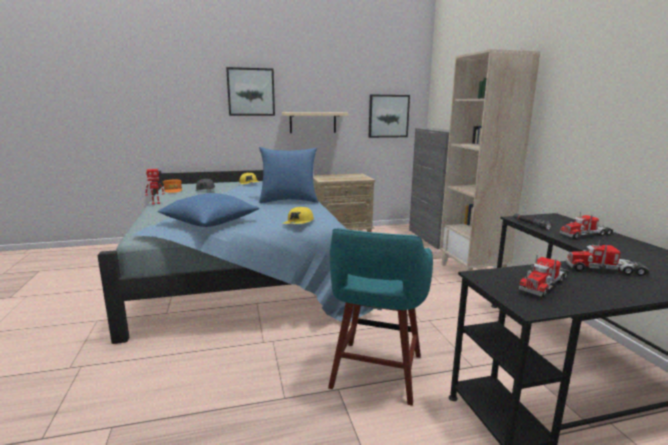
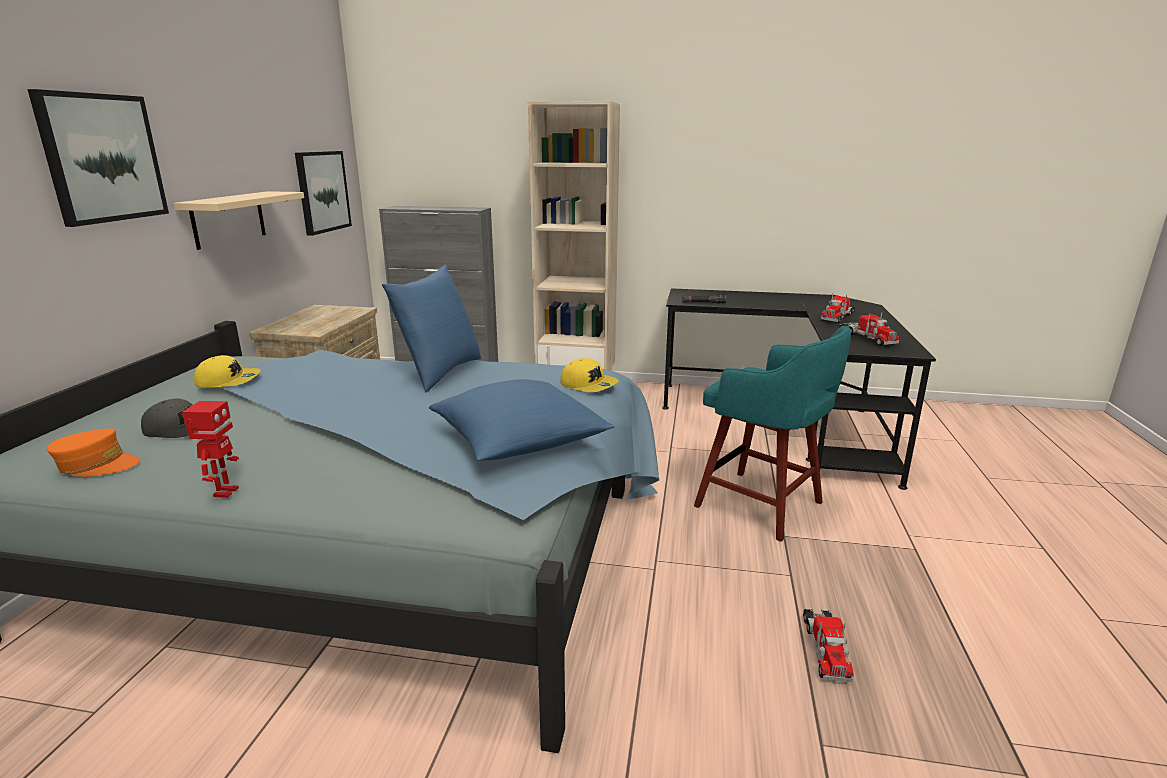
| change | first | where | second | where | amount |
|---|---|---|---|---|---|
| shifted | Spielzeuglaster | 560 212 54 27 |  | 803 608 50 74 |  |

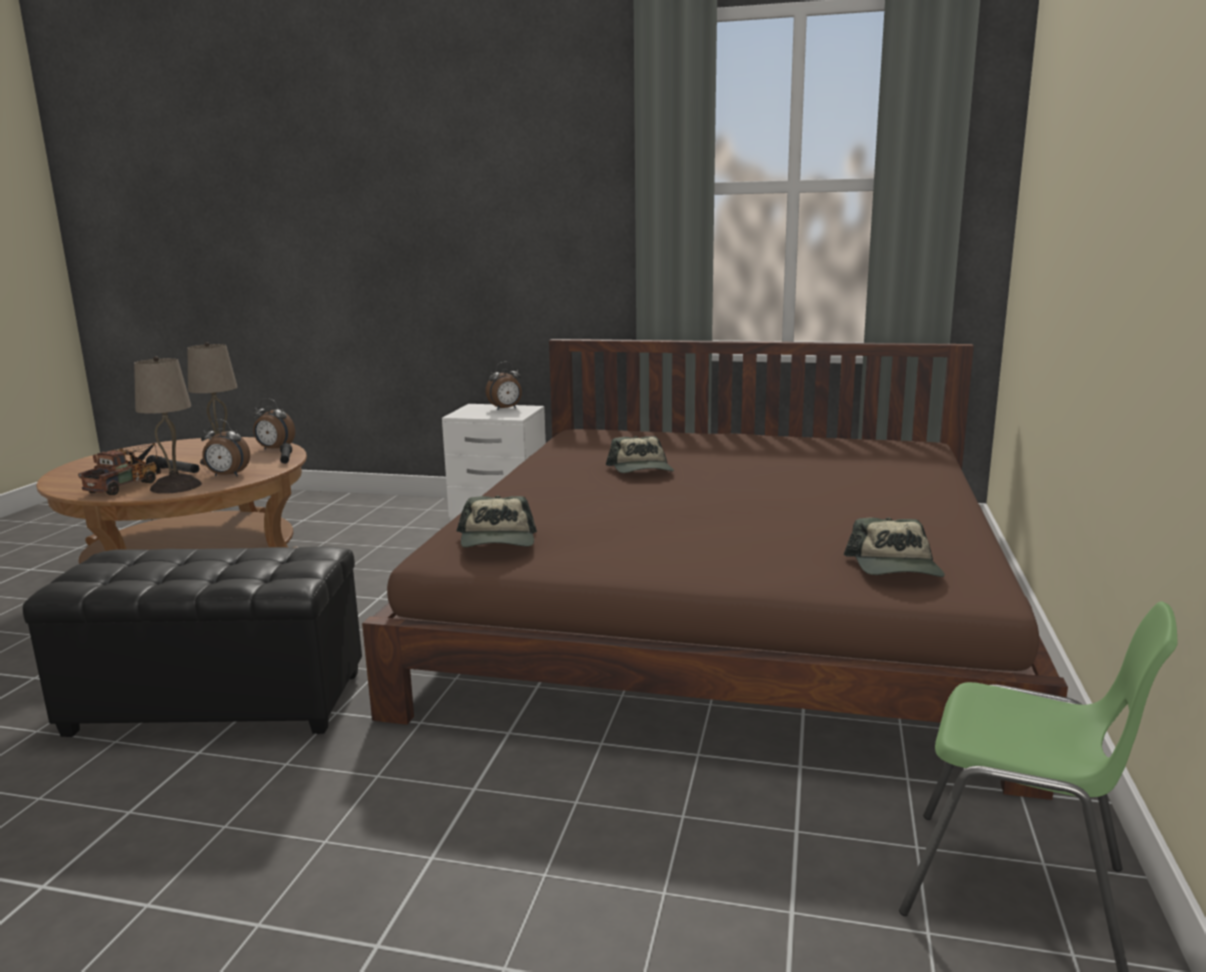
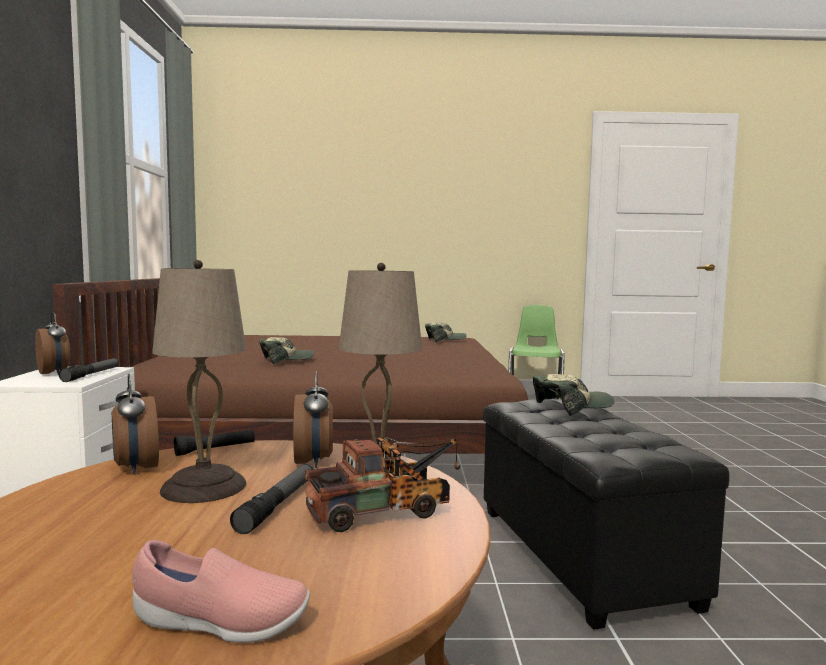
| change | first | where | second | where | amount |
|---|---|---|---|---|---|
| rotated | Spielzeuglaster | 78 443 83 52 |  | 305 437 155 95 | 150 degrees clockwise |
| rotated | Wecker | 253 398 42 51 |  | 112 374 47 101 | 150 degrees clockwise |
| shifted | Kappe | 457 496 80 51 |  | 533 374 81 42 |  |
| new |  |  | Taschenlampe | 59 358 60 24 |  |
| new |  |  | Schuh (rosa) | 132 540 178 103 |  |

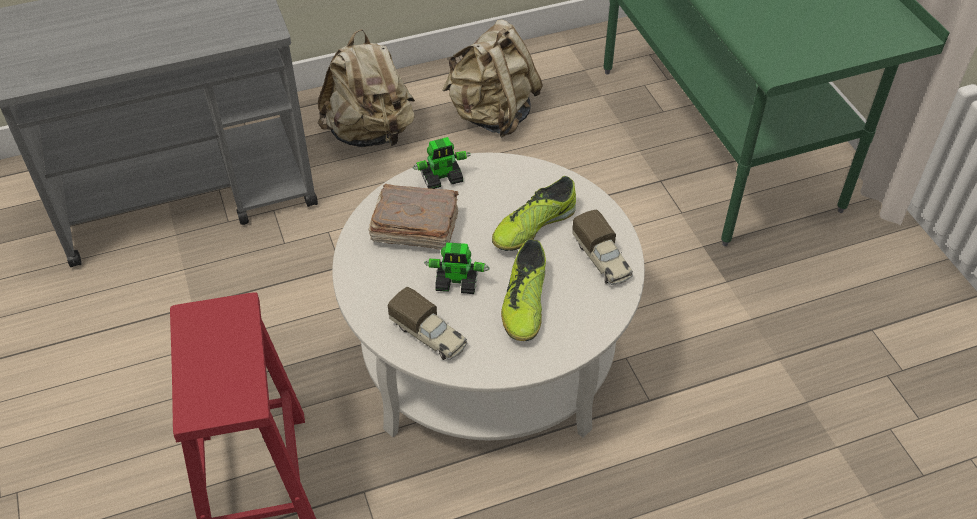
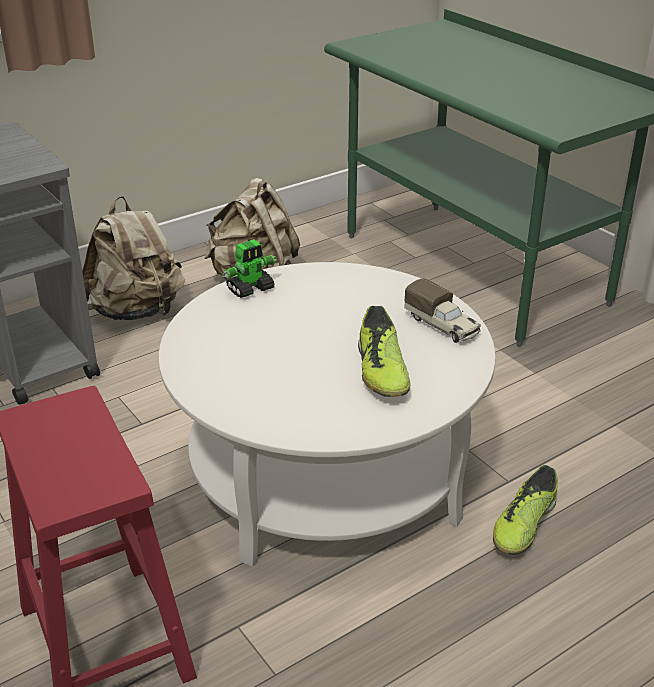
| change | first | where | second | where | amount |
|---|---|---|---|---|---|
| gone | Buch (braun) | 369 184 90 66 |  |  |  |
| gone | Spielzeuglaster | 388 287 79 73 |  |  |  |
| gone | Spielzeugroboter | 424 242 66 52 |  |  |  |
| shifted | Schuh | 492 176 84 75 |  | 493 465 65 90 |  |

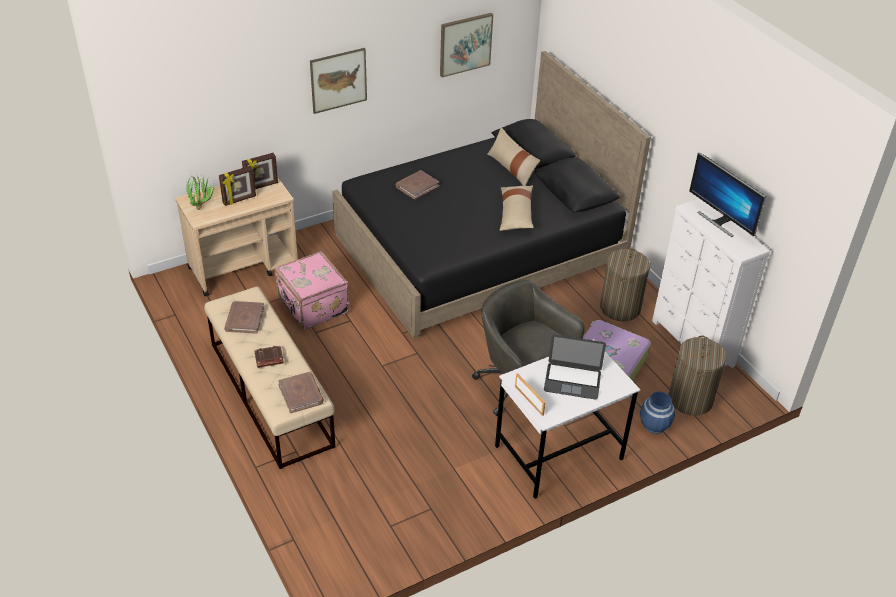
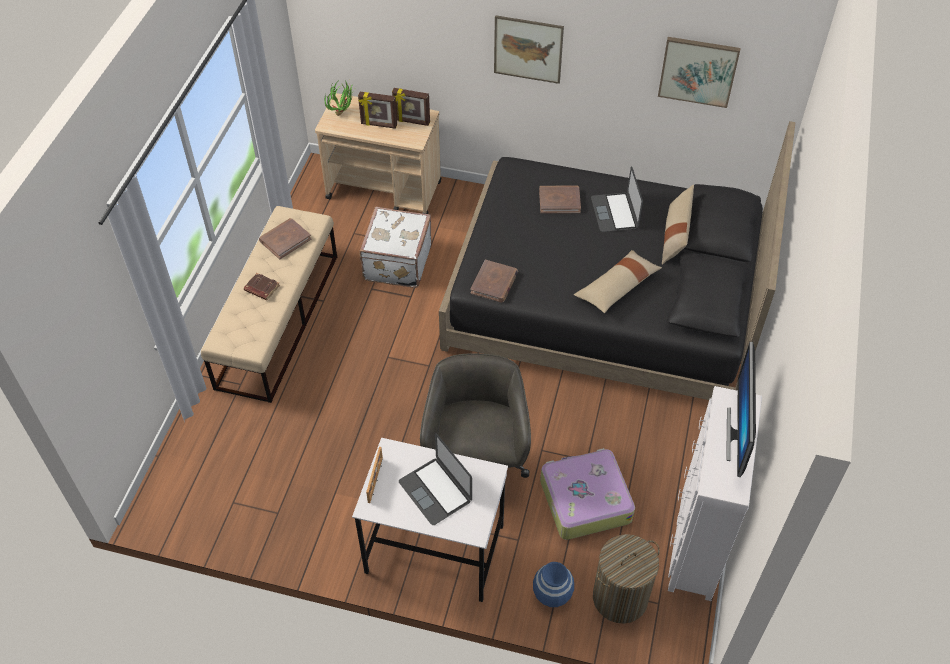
| change | first | where | second | where | amount |
|---|---|---|---|---|---|
| repainted | Koffer (rosa) | 274 251 76 78 | Koffer (weiß) | 359 207 73 81 |  |
| shifted | Buch (braun) | 278 372 46 41 |  | 470 260 48 43 |  |
| gone | Wäschekorb | 600 248 50 73 |  |  |  |
| new |  |  | Laptop | 591 166 52 66 |  |

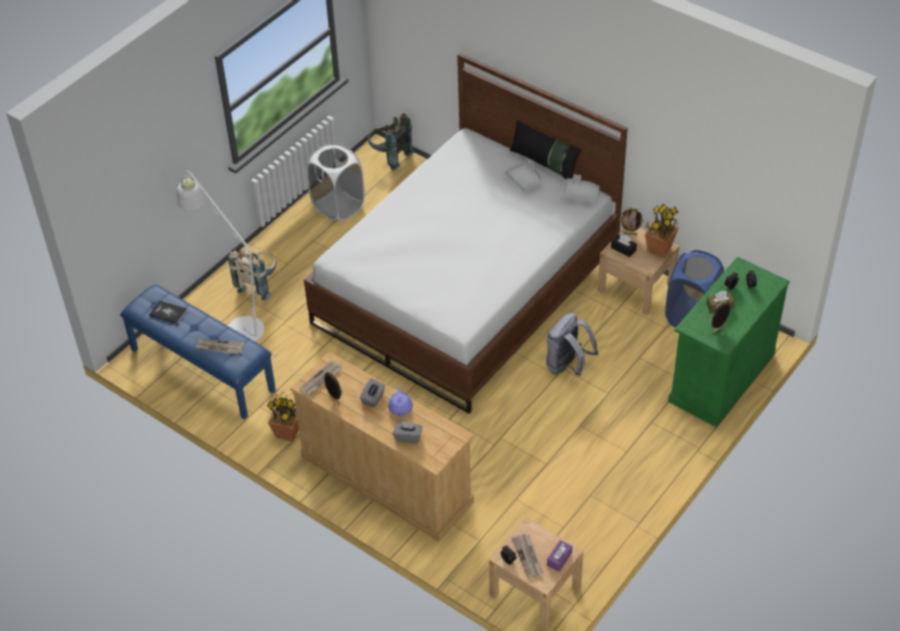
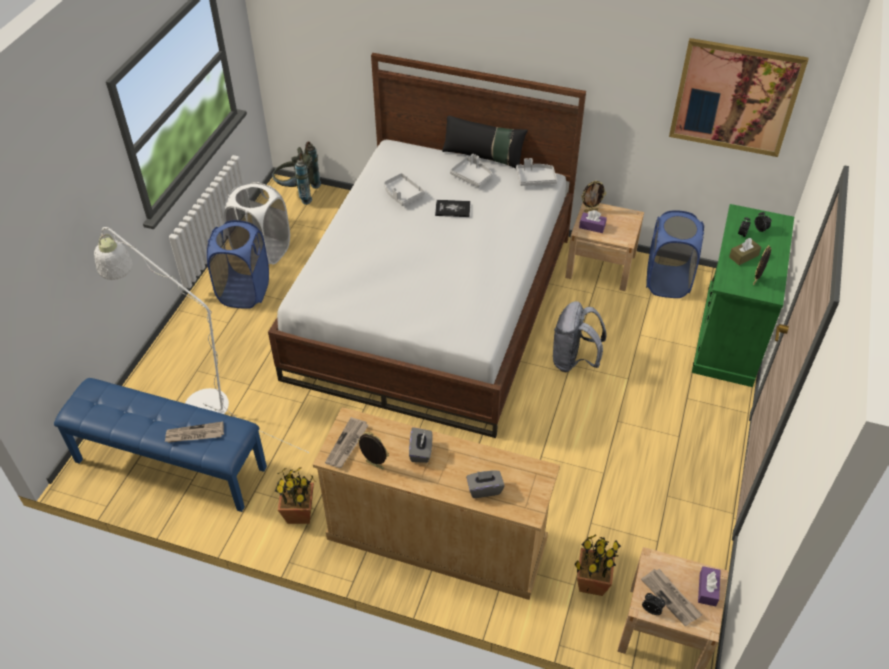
| change | first | where | second | where | amount |
|---|---|---|---|---|---|
| shifted | Buch | 149 300 38 24 |  | 435 200 35 17 |  |
| gone | Rucksack (beige) | 228 248 48 52 |  |  |  |
| gone | Teekanne (lila) | 388 387 25 30 |  |  |  |
| repainted | Taschentuchbox (schwarz) | 611 234 26 23 | Taschentuchbox (lila) | 579 210 28 23 |  |
| shifted | Topfpflanze | 645 204 34 53 |  | 574 535 47 61 |  |
| new |  |  | Wäschekorb (blau) | 207 220 62 89 |  |
| new |  |  | Tablett (grau) | 384 173 41 33 |  |
| new |  |  | Bild | 669 38 140 119 |  |

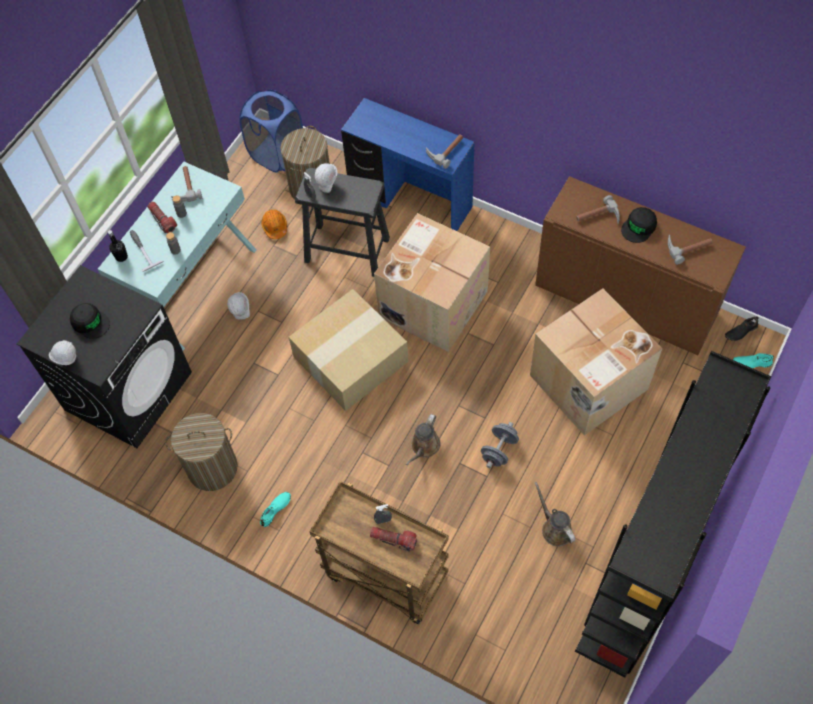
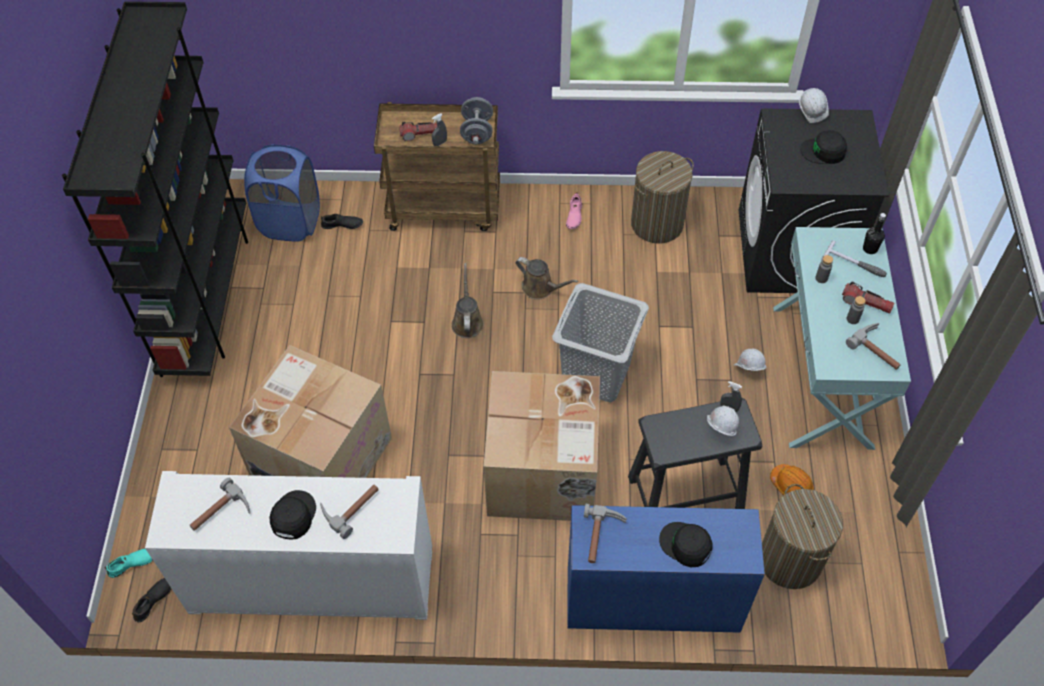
| change | first | where | second | where | amount |
|---|---|---|---|---|---|
| shifted | Wäschekorb (blau) | 239 90 64 83 |  | 244 144 76 98 |  |
| repainted | Schuh (türkis) | 260 492 31 35 | Schuh (rosa) | 566 193 16 36 |  |
| swapped | Karton | 289 289 120 122 | Wäschekorb (grau) | 552 283 97 119 |  |
| shifted | Hantel (grau) | 481 422 38 46 |  | 460 97 33 47 |  |
| repainted | Schrank (braun) | 535 176 211 179 | Schrank (weiß) | 145 471 287 149 |  |
| shifted | Gießkanne (braun) | 535 482 40 64 |  | 516 257 62 43 |  |
| new |  |  | Schuh (schwarz) | 321 214 42 15 |  |
| new |  |  | Kappe (schwarz) | 659 522 54 45 |  |

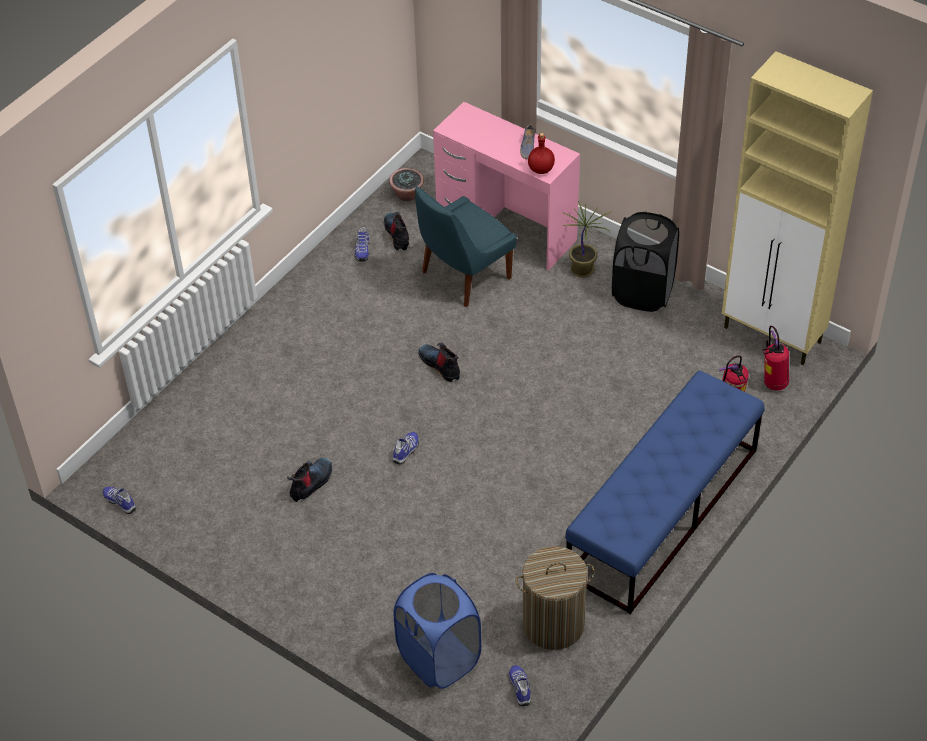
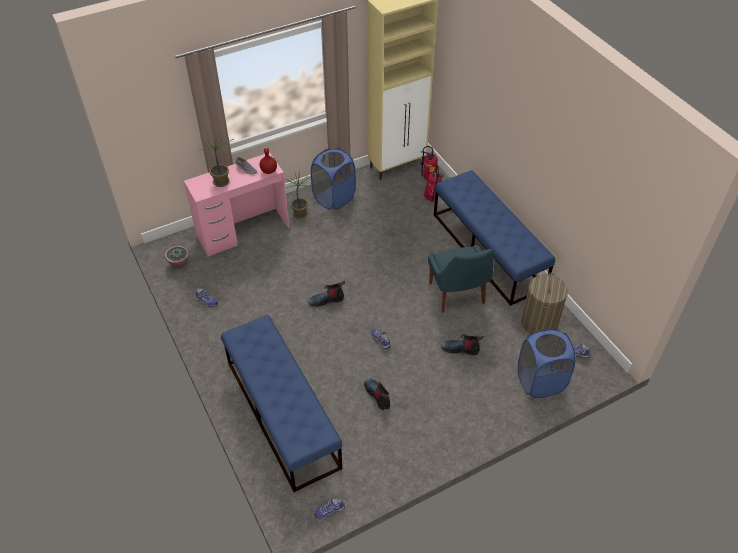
| change | first | where | second | where | amount |
|---|---|---|---|---|---|
| shifted | Stiefel | 384 212 25 39 |  | 441 334 43 21 |  |
| shifted | Stuhl (blau) | 415 187 102 120 |  | 428 245 65 68 |  |
| repainted | Wäschekorb (schwarz) | 612 212 67 100 | Wäschekorb (blau) | 311 148 45 62 |  |
| new |  |  | Topfpflanze | 198 134 36 53 |  |
| new |  |  | Bank (blau) | 221 315 121 177 |  |

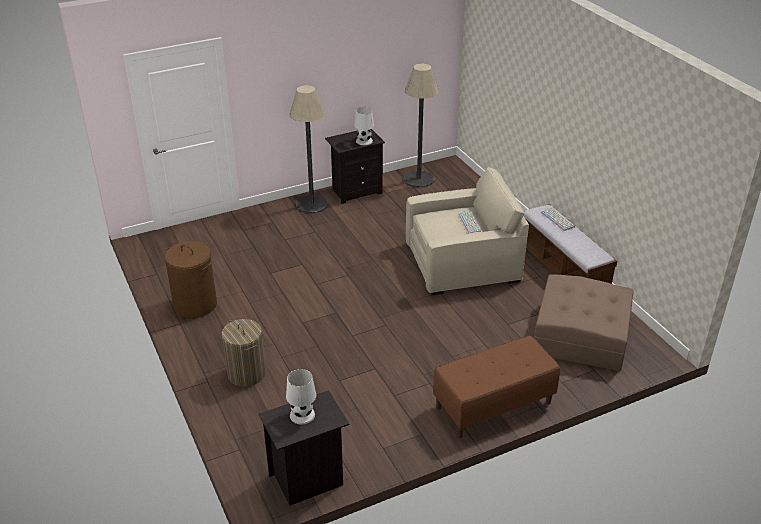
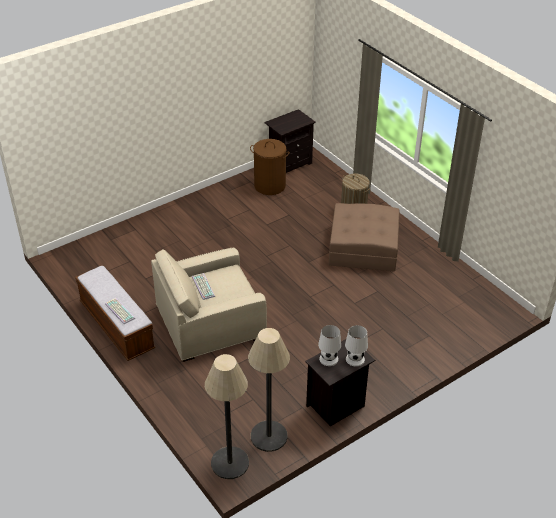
| change | first | where | second | where | amount |
|---|---|---|---|---|---|
| shifted | Wäschekorb (braun) | 164 241 53 77 |  | 250 139 40 56 |  |
| shifted | Tischlampe (weiß) | 286 369 30 55 |  | 345 325 23 42 |  |
| shifted | Stehlampe | 289 85 39 129 |  | 205 354 44 125 |  |
| gone | Bank (braun) | 433 335 127 103 |  |  |  |
| shifted | Polsterhocker (braun) | 534 274 100 97 |  | 329 203 71 68 |  |

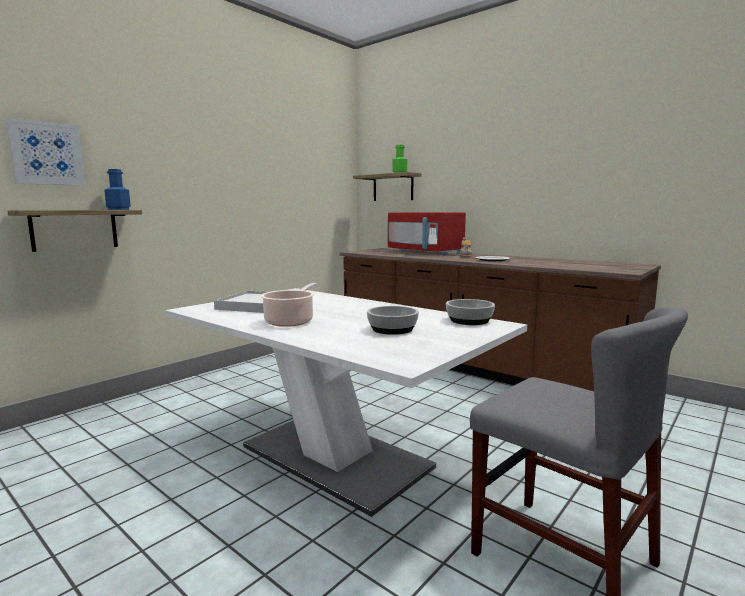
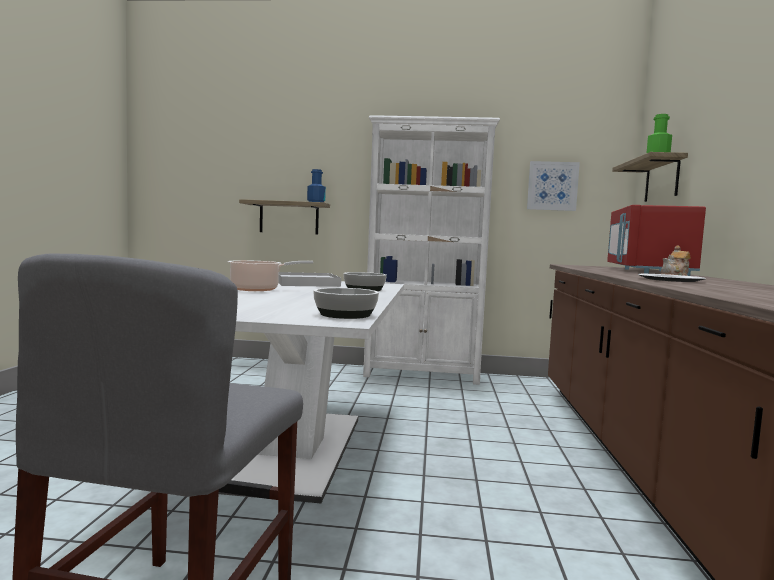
| change | first | where | second | where | amount |
|---|---|---|---|---|---|
| shifted | Bild | 5 117 81 69 |  | 527 161 53 50 |  |
| shifted | Schüssel | 367 306 52 29 |  | 343 272 44 19 |  |
| new |  |  | Bücherregal (weiß) | 363 115 137 270 |  |

